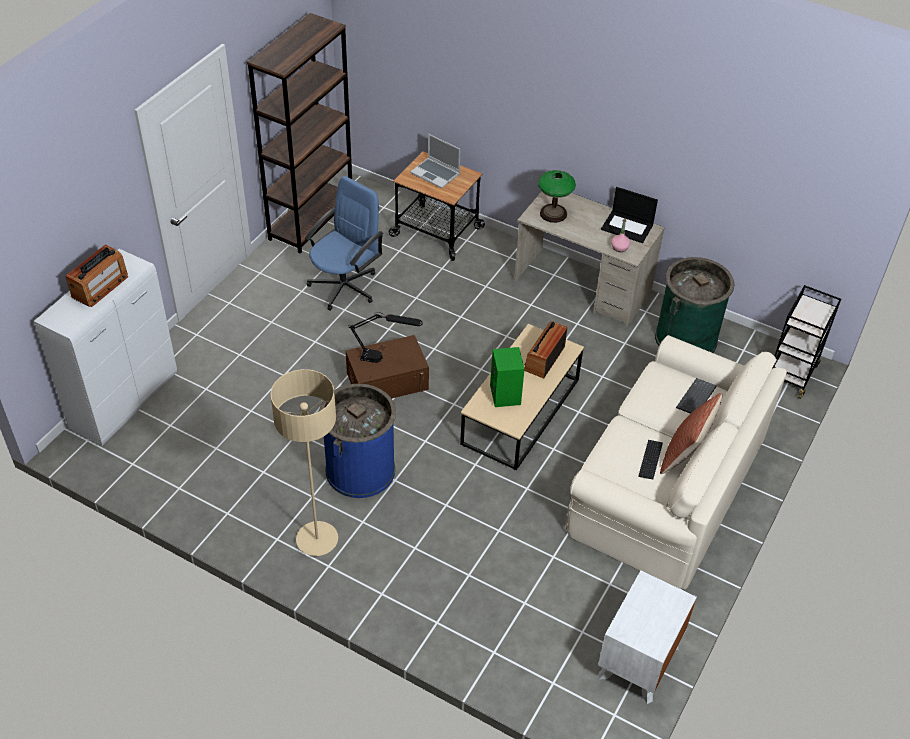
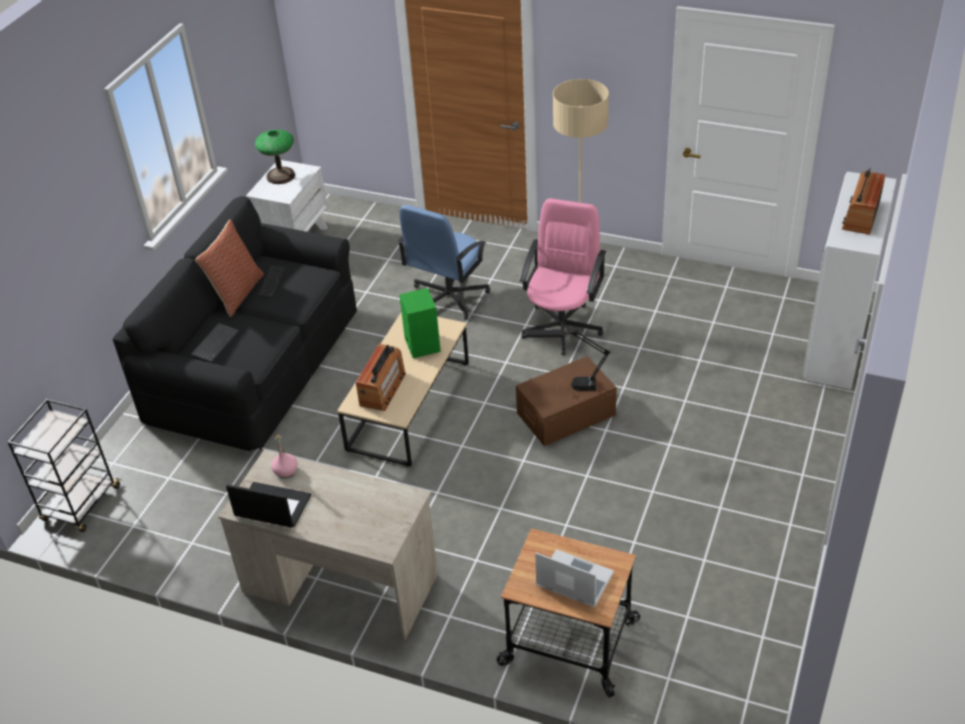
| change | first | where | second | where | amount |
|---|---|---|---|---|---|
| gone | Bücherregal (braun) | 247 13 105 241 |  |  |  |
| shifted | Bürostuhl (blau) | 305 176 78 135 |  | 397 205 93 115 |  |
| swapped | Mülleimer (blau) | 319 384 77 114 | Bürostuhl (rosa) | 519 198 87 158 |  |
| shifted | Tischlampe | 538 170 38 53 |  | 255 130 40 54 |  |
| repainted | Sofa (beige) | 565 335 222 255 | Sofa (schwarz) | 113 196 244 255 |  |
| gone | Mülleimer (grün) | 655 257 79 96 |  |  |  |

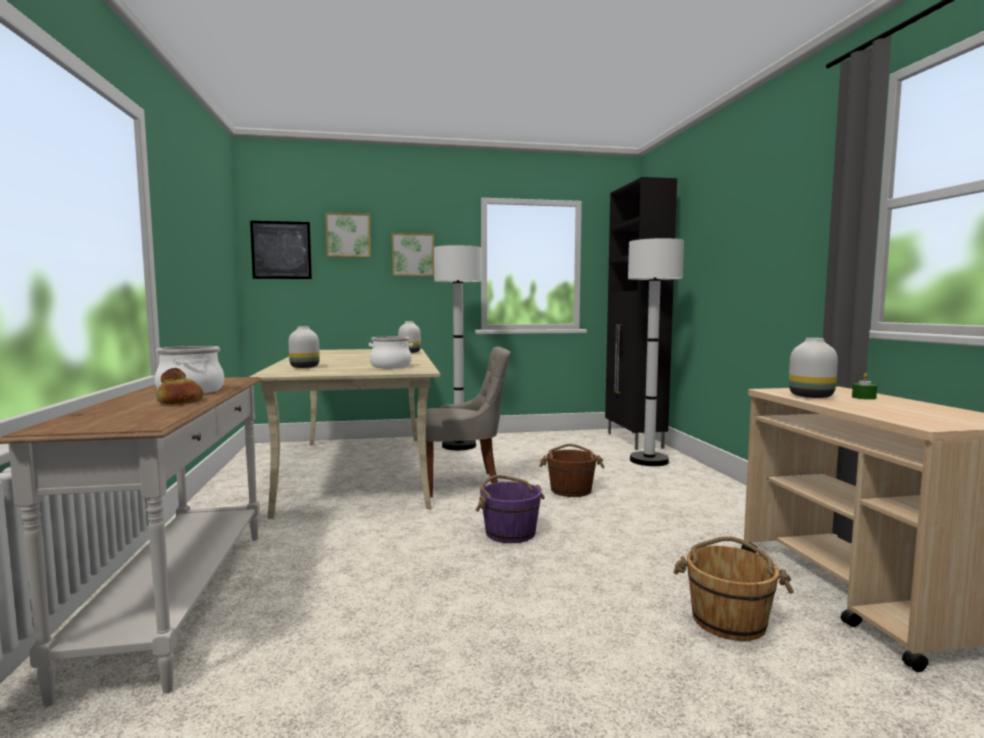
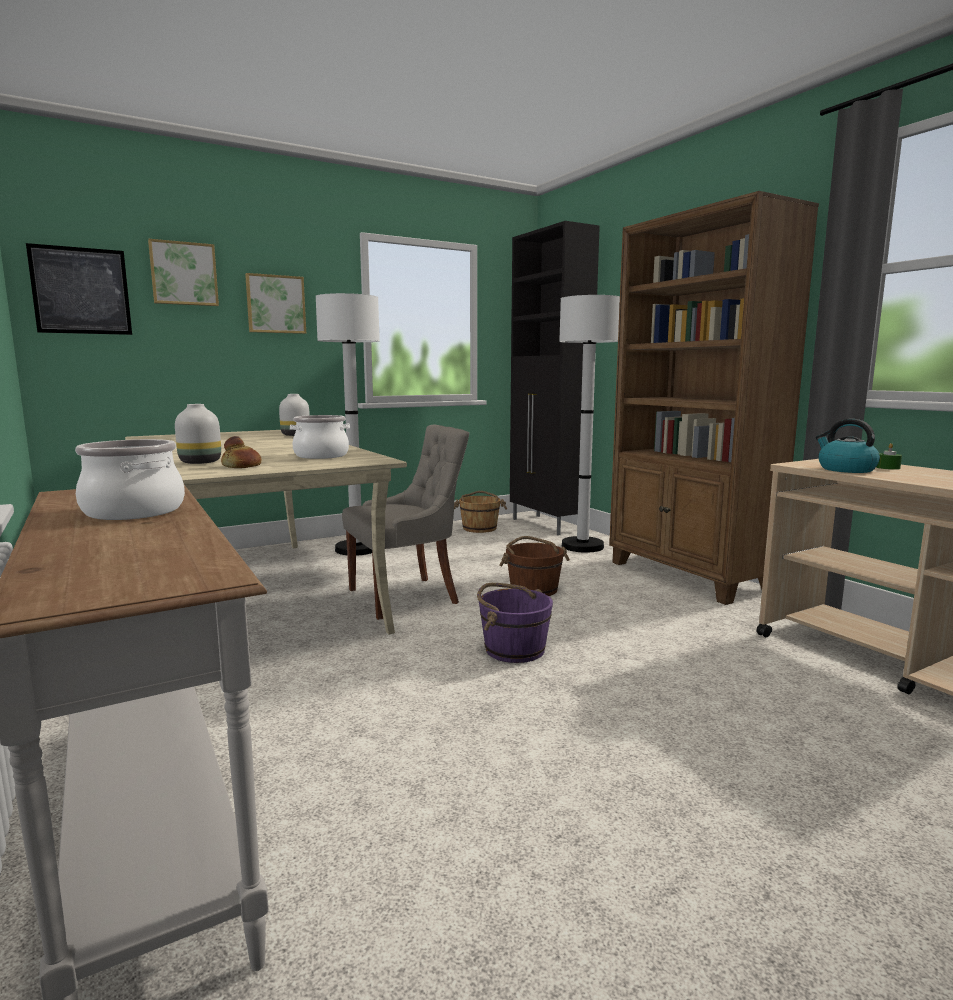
| change | first | where | second | where | amount |
|---|---|---|---|---|---|
| shifted | Brot | 156 368 48 36 |  | 221 436 41 32 |  |
| shifted | Eimer (braun) | 673 536 121 105 |  | 454 491 53 42 |  |
| swapped | Vase (weiß) | 789 338 49 60 | Wasserkessel | 816 419 64 54 |  |
| new |  |  | Bücherregal (braun) | 609 191 210 414 |  |

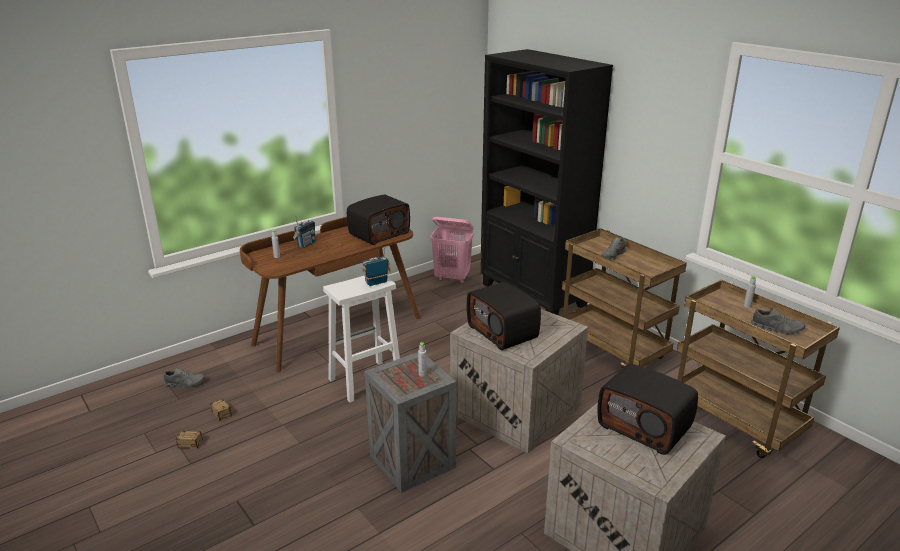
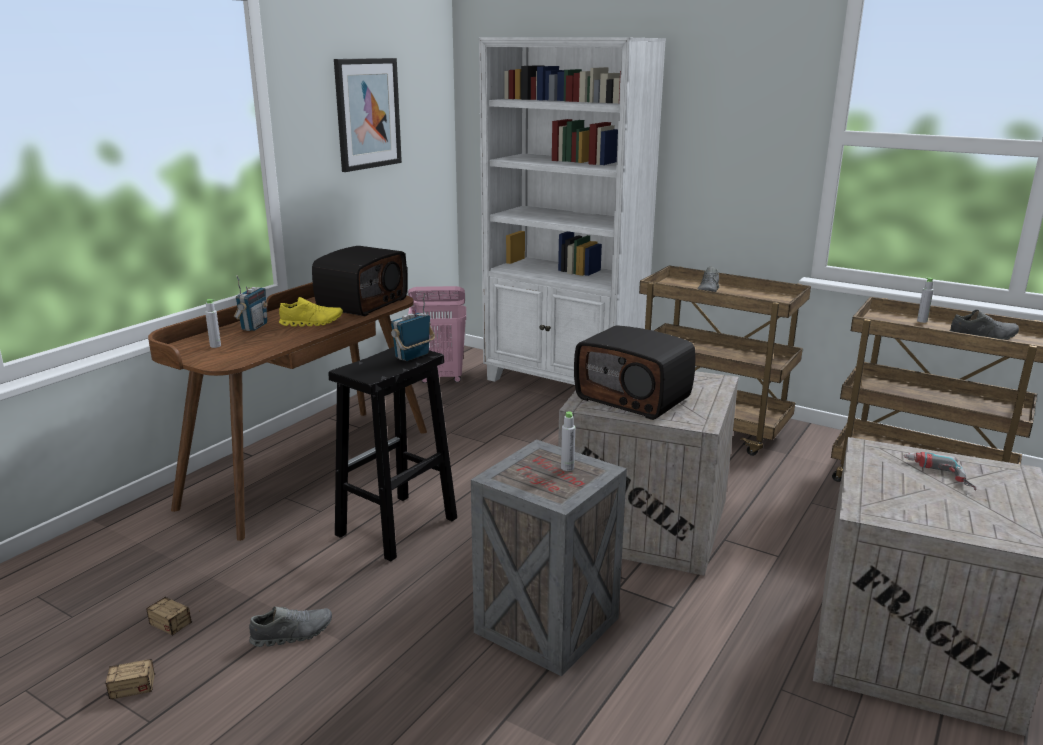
| change | first | where | second | where | amount |
|---|---|---|---|---|---|
| shifted | Schuh (grau) | 164 368 41 19 |  | 249 606 83 41 |  |
| repainted | Hocker (weiß) | 323 276 77 127 | Hocker (schwarz) | 328 347 129 215 |  |
| repainted | Bücherregal (schwarz) | 480 49 133 266 | Bücherregal (weiß) | 479 38 187 347 |  |
| swapped | Radio | 597 364 101 91 | Bohrmaschine | 904 452 72 39 |  |
| new |  |  | Schuh (gelb) | 279 297 64 30 |  |
| new |  |  | Bild | 334 58 68 114 |  |

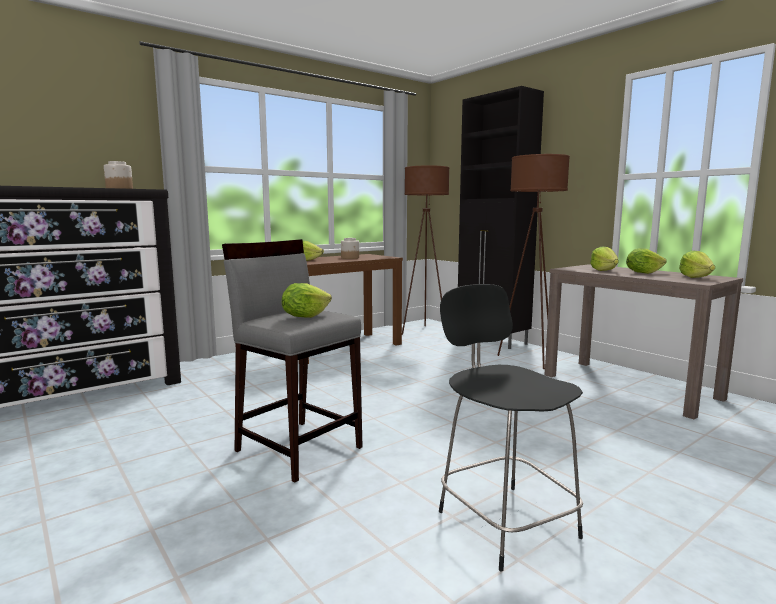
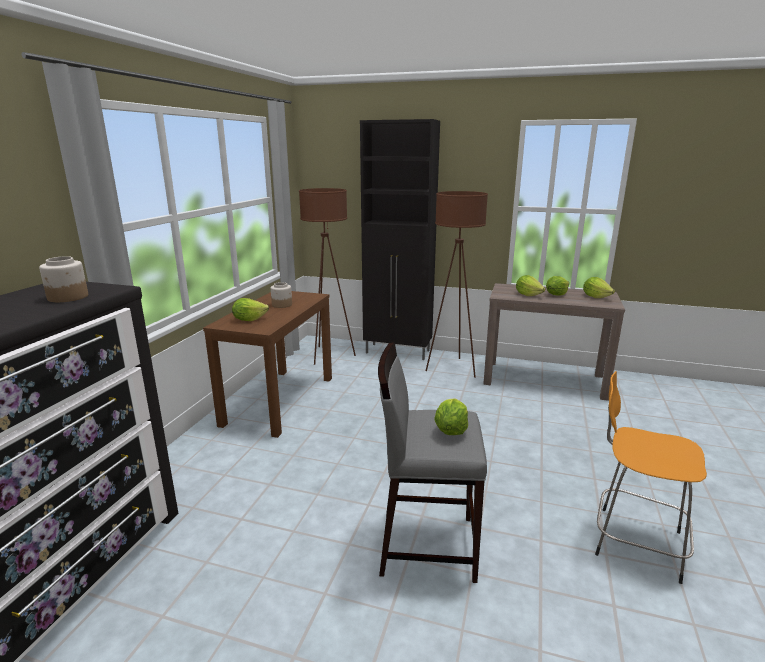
| change | first | where | second | where | amount |
|---|---|---|---|---|---|
| repainted | Hocker (schwarz) | 439 284 144 288 | Hocker (orange) | 595 371 112 213 |  |

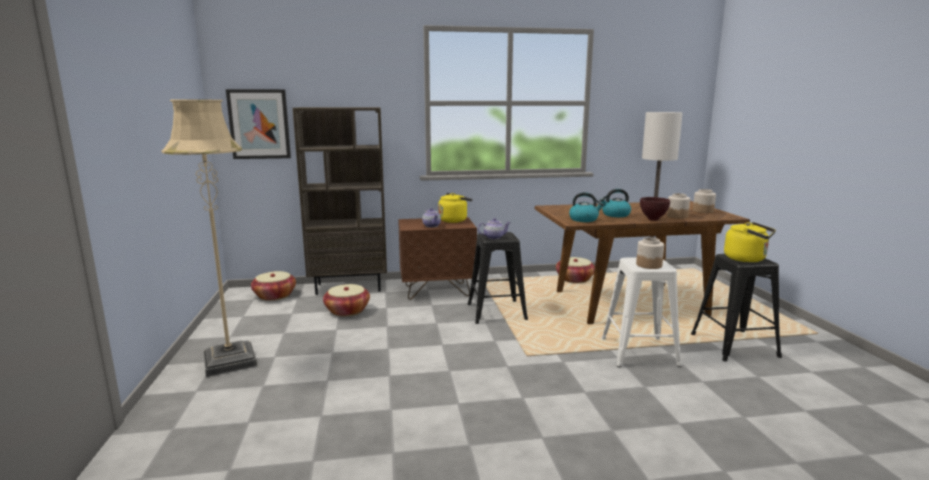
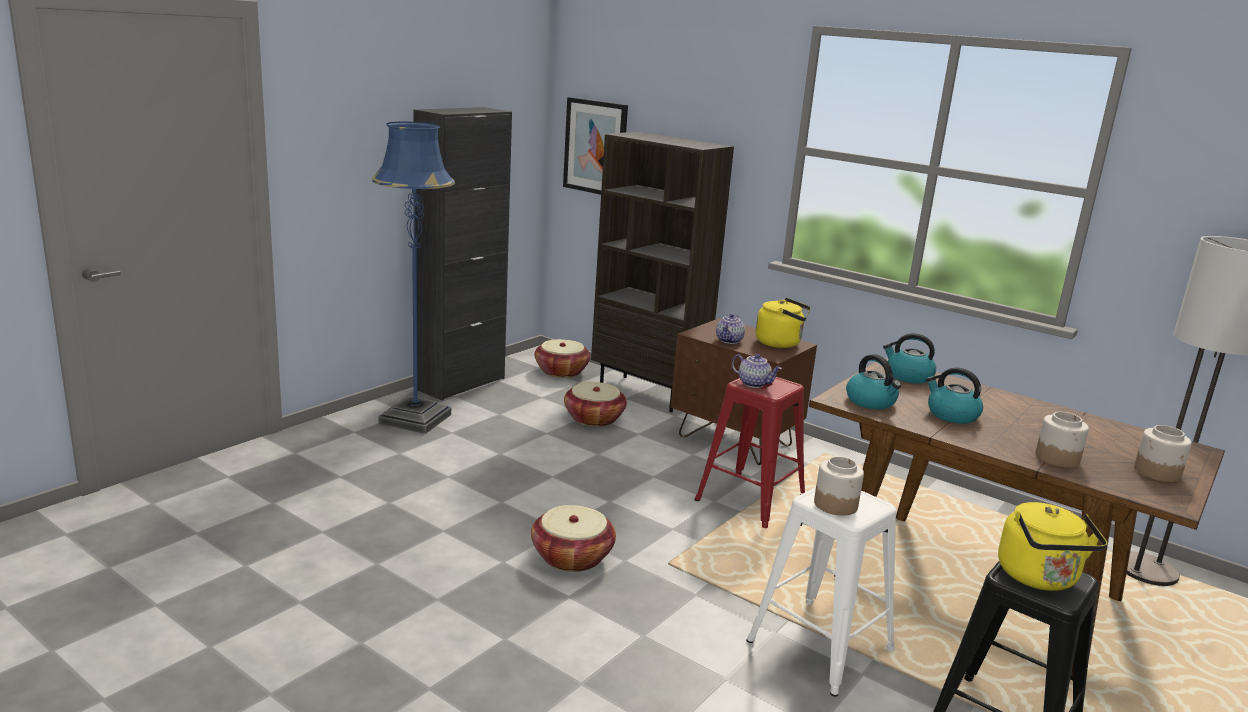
| change | first | where | second | where | amount |
|---|---|---|---|---|---|
| repainted | Stehlampe (beige) | 161 100 96 277 | Stehlampe (blau) | 372 122 83 312 |  |
| repainted | Hocker (schwarz) | 468 232 60 92 | Hocker (rot) | 694 377 111 151 |  |
| shifted | Korb | 556 257 39 26 |  | 531 505 85 67 |  |
| gone | Schüssel (braun) | 640 197 30 24 |  |  |  |
| new |  |  | Schrank (schwarz) | 414 107 98 294 |  |
| new |  |  | Wasserkessel | 883 333 53 51 |  |

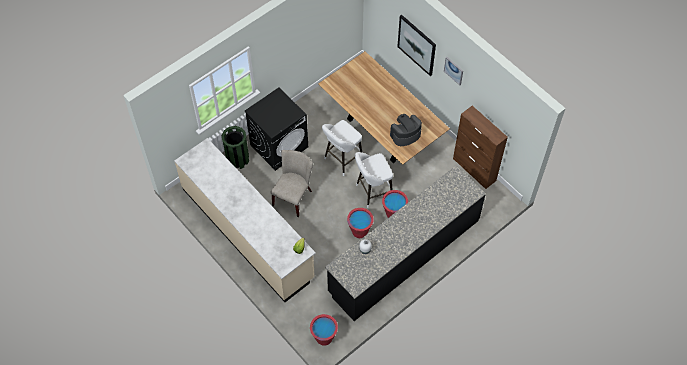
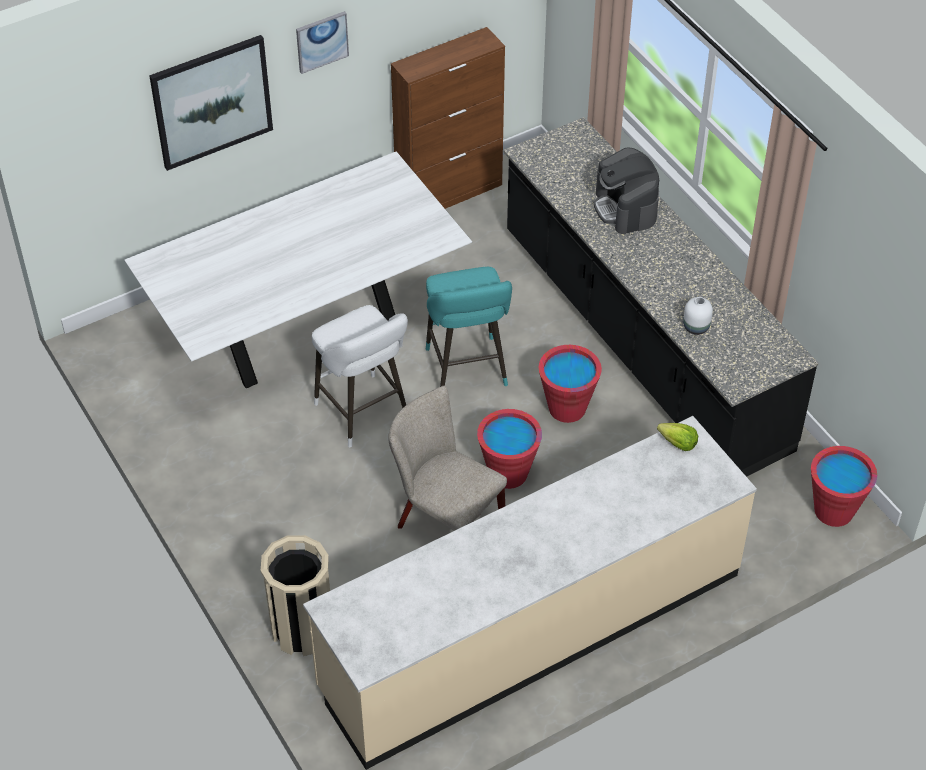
| change | first | where | second | where | amount |
|---|---|---|---|---|---|
| repainted | Mülleimer (grün) | 221 126 28 43 | Mülleimer (beige) | 261 535 69 121 |  |
| gone | Waschmaschine (schwarz) | 245 88 63 83 |  |  |  |
| repainted | Esstisch (braun) | 318 51 132 114 | Esstisch (weiß) | 124 151 348 237 |  |
| repainted | Hocker (weiß) | 355 152 38 56 | Hocker (türkis) | 426 267 86 120 |  |
| shifted | Eimer (rot) | 382 190 26 28 |  | 477 409 65 80 |  |
| shifted | Kaffeemaschine | 390 114 32 32 |  | 594 148 65 86 |  |

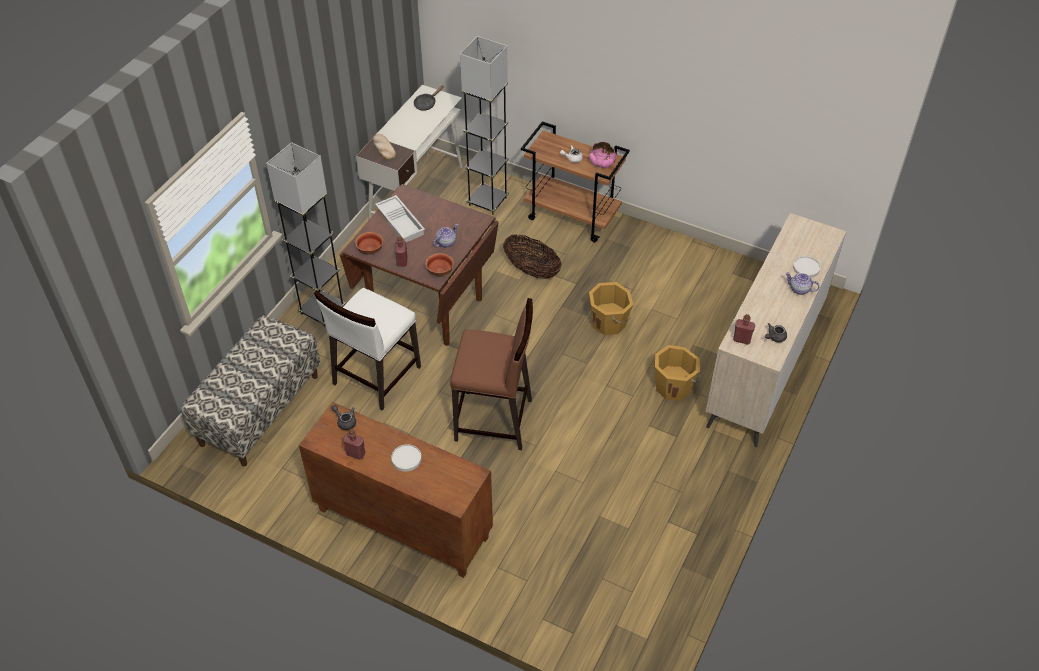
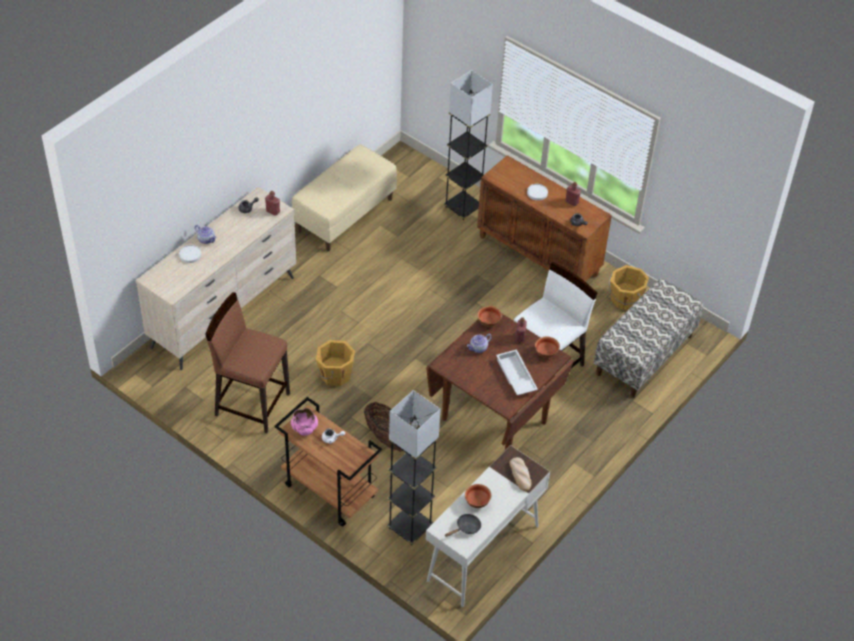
| change | first | where | second | where | amount |
|---|---|---|---|---|---|
| shifted | Stehlampe (grau) | 266 142 80 185 |  | 444 70 49 151 |  |
| shifted | Hocker (braun) | 450 298 83 152 |  | 205 292 85 141 |  |
| shifted | Eimer (orange) | 655 345 46 56 |  | 609 265 40 46 |  |
| new |  |  | Bank (beige) | 292 144 105 107 |  |
| new |  |  | Schüssel | 465 484 26 24 |  |

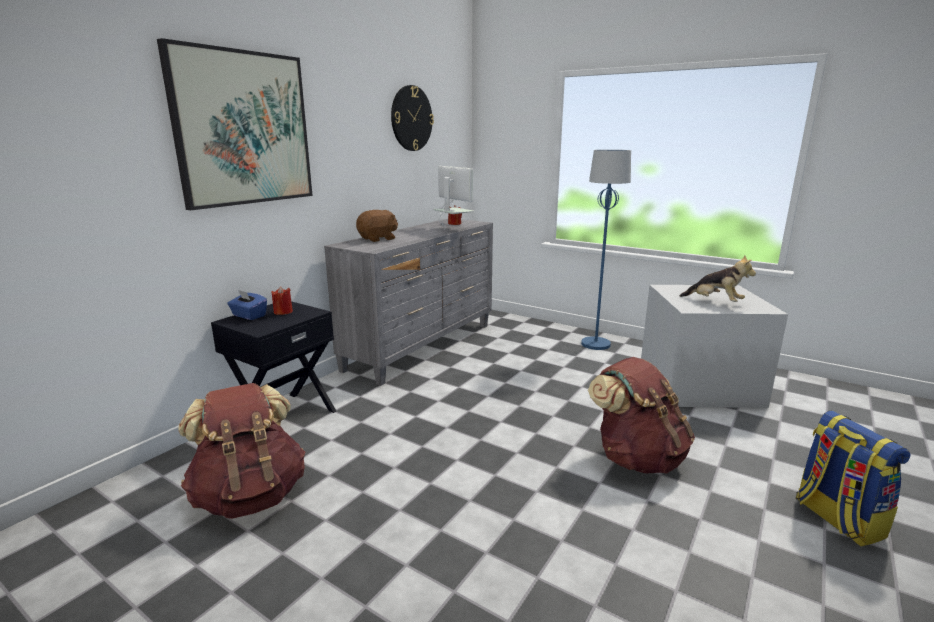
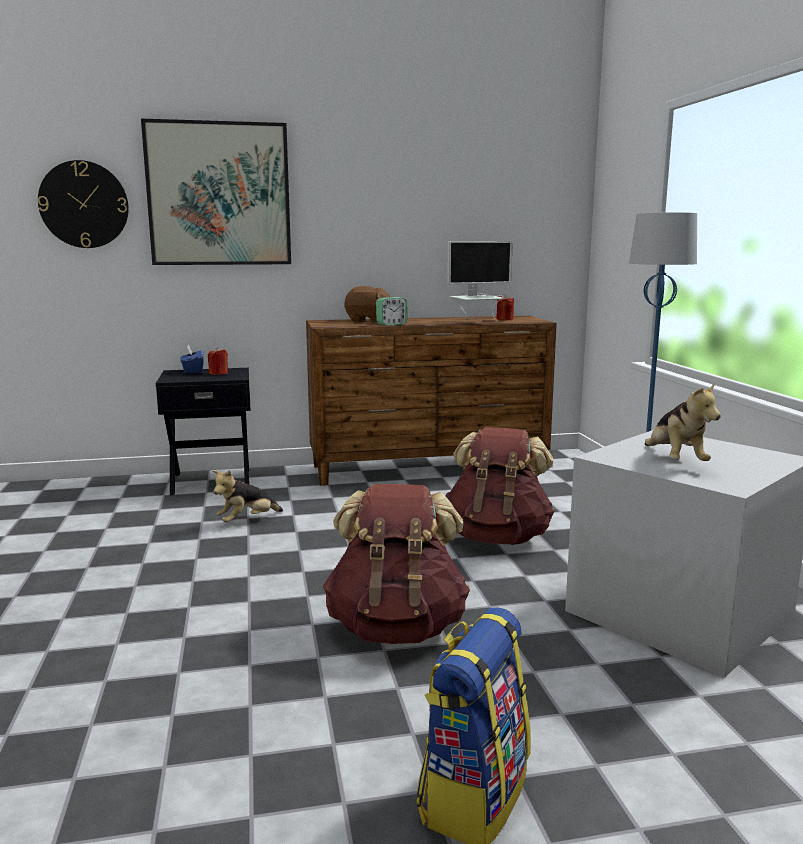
| change | first | where | second | where | amount |
|---|---|---|---|---|---|
| shifted | Rucksack (braun) | 178 383 127 136 |  | 445 427 110 118 |  |
| repainted | Kommode (grau) | 324 219 169 167 | Kommode (braun) | 306 316 251 169 |  |
| shifted | Wanduhr | 391 85 43 66 |  | 38 160 91 88 |  |
| rotated | Monitor | 433 166 41 63 |  | 447 241 66 81 | 60 degrees clockwise |
| new |  |  | Plüschtier | 213 470 70 52 |  |
| new |  |  | Wecker | 376 297 31 29 |  |

